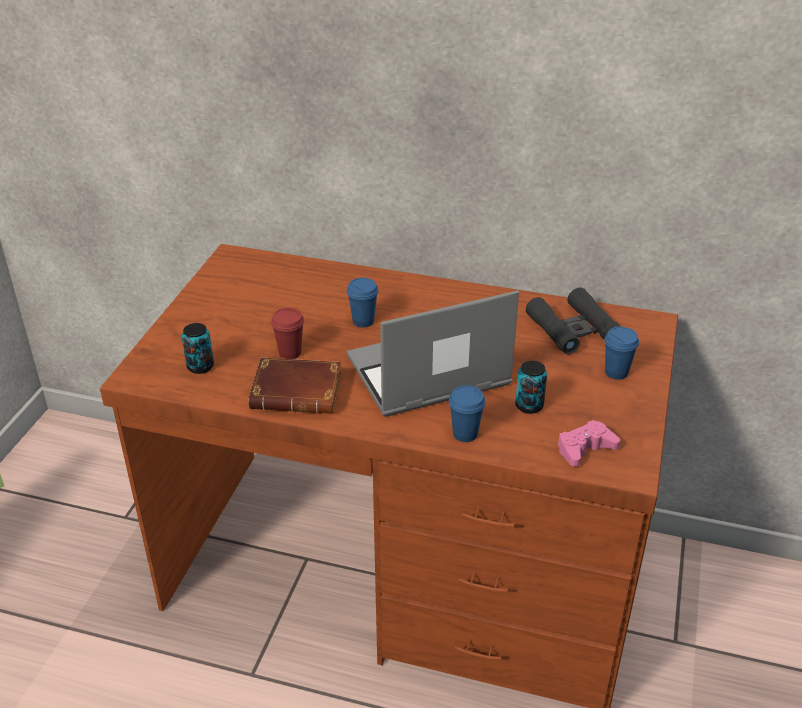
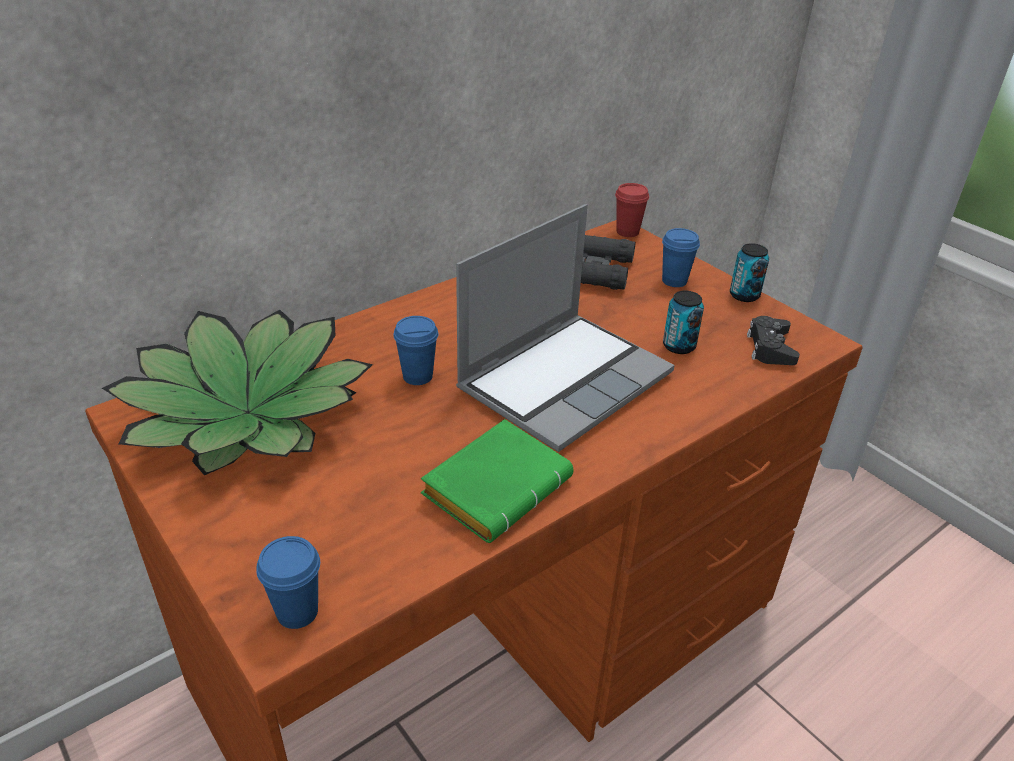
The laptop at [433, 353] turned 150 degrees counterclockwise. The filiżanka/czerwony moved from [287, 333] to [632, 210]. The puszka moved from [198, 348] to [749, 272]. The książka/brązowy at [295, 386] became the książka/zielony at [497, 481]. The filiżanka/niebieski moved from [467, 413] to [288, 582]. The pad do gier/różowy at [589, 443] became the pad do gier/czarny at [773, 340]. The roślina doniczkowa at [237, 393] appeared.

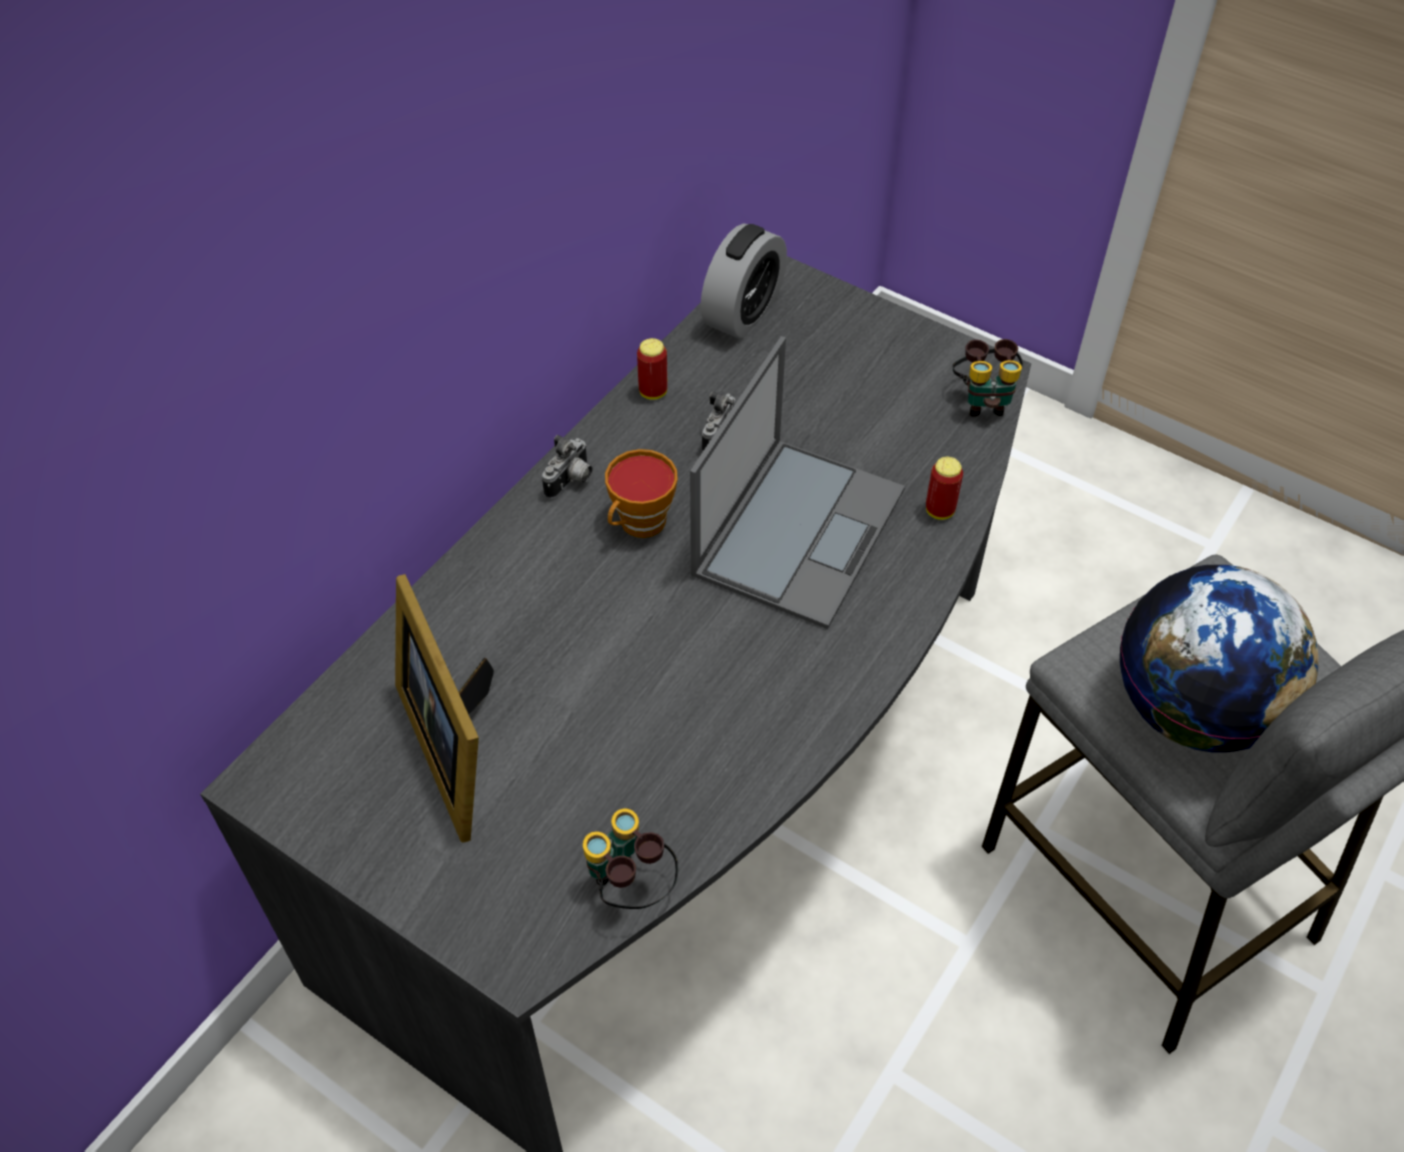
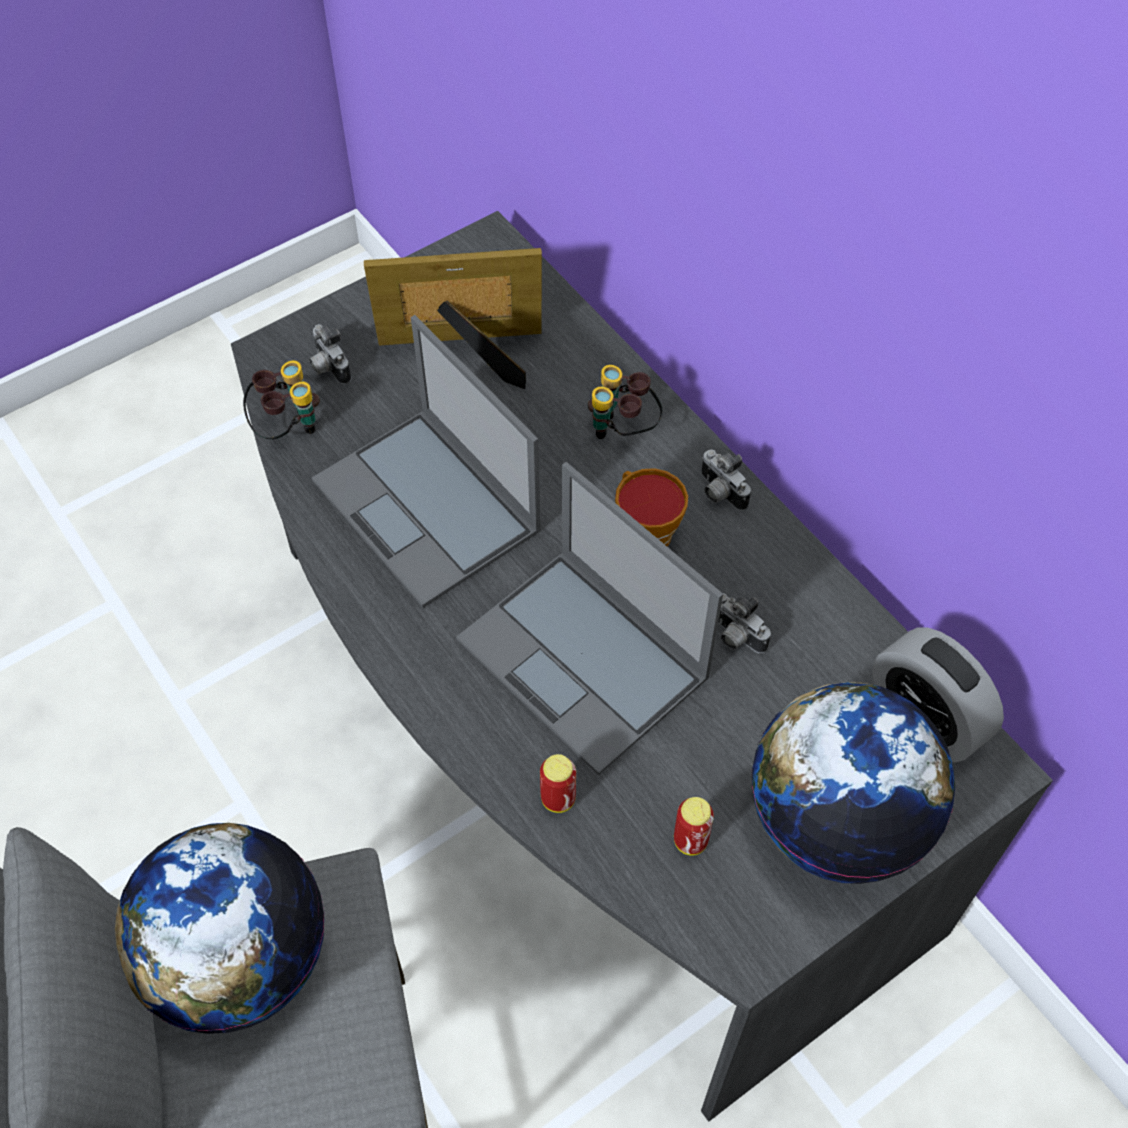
The puszka moved from [652, 369] to [694, 826]. The lornetka moved from [988, 378] to [625, 402]. The laptop at [426, 461] appeared. The aparat fotograficzny at [330, 354] appeared. The globus at [853, 783] appeared.

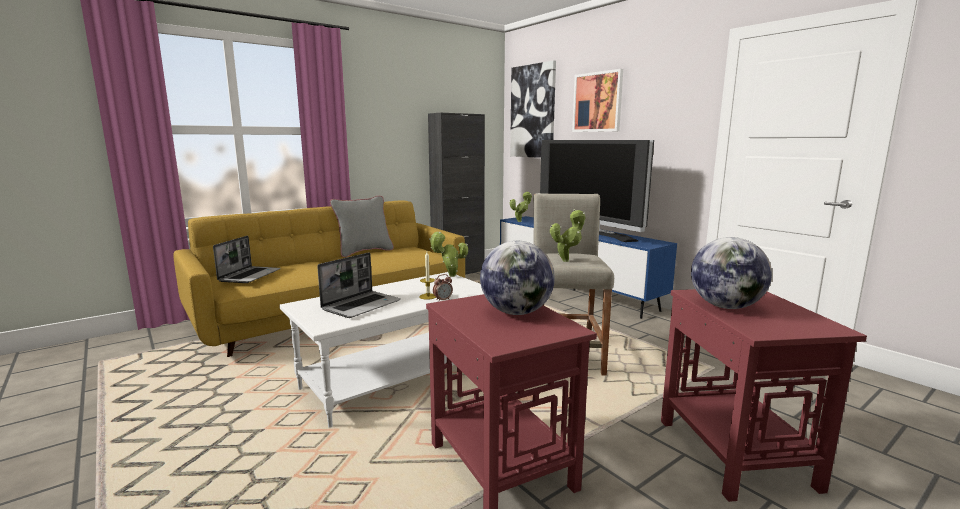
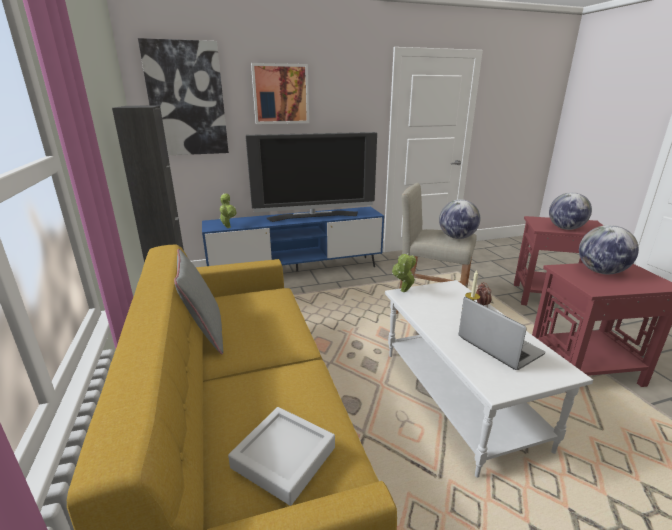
The roślina doniczkowa at [567, 235] was replaced by the globus at [459, 219]. The laptop at [247, 259] was replaced by the taca/szary at [281, 456].

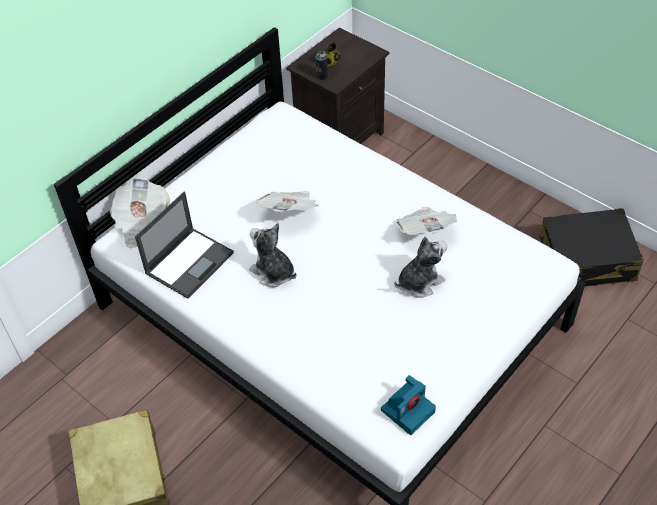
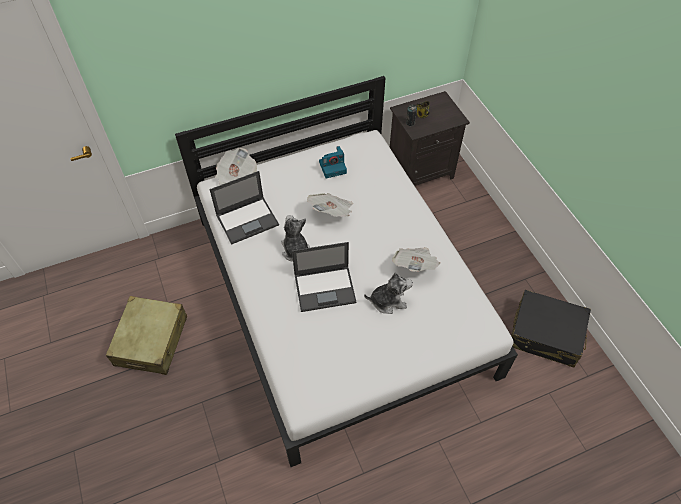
The aparat fotograficzny moved from [408, 405] to [333, 162]. The laptop at [324, 277] appeared.

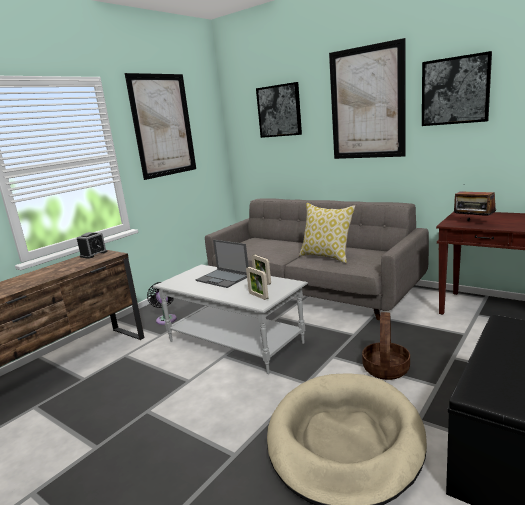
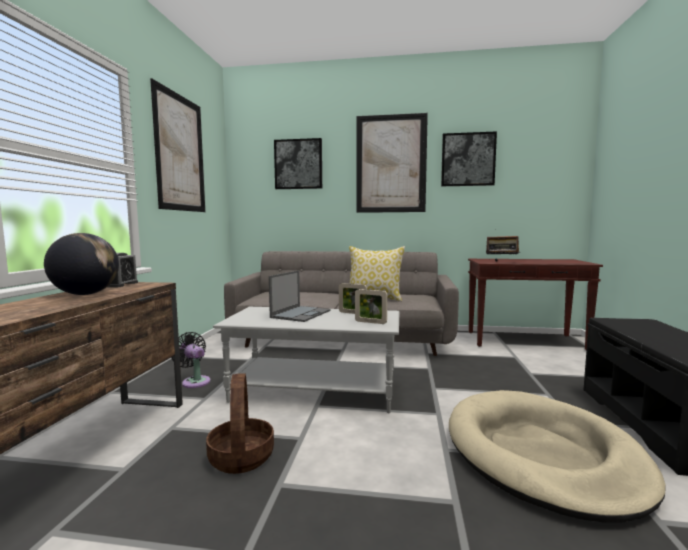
The laptop at [222, 264] turned 75 degrees counterclockwise. The koszyk moved from [386, 346] to [240, 423]. The globus at [81, 264] appeared.

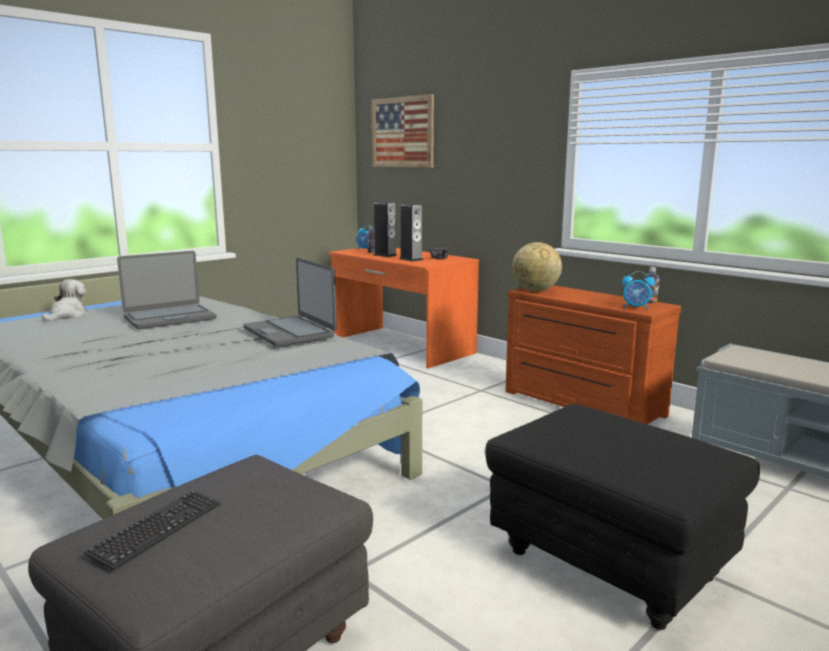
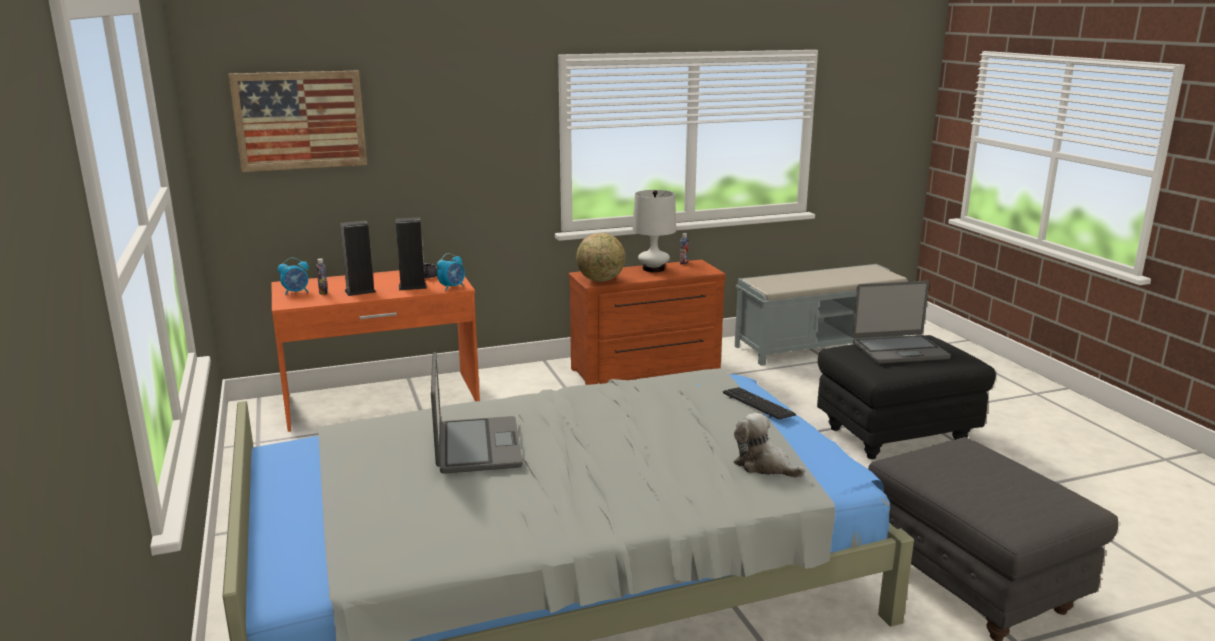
The laptop moved from [290, 302] to [901, 322]. The budzik moved from [638, 290] to [451, 272]. The pluszak moved from [64, 300] to [769, 445]. The klawiatura moved from [152, 530] to [759, 403]. The lampa stołowa/biały at [654, 231] appeared.

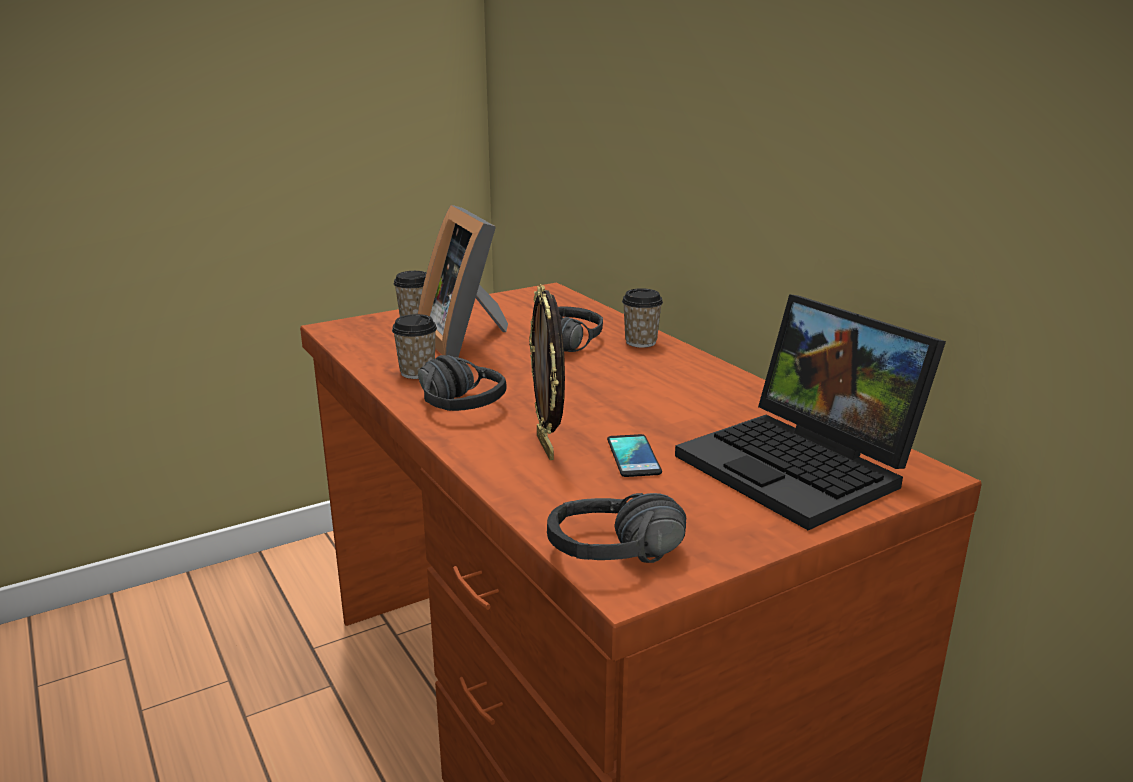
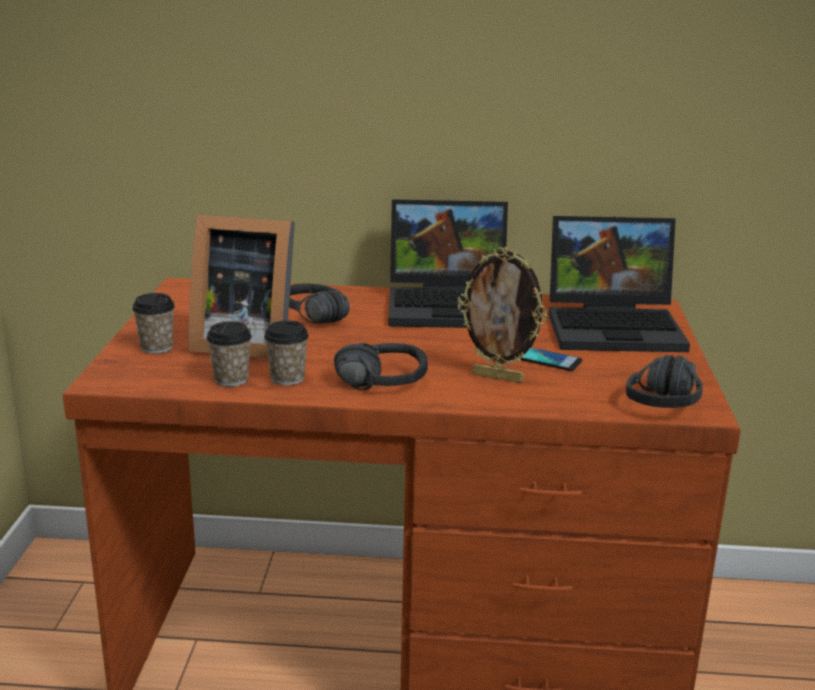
The filiżanka moved from [642, 318] to [229, 354]. The laptop at [448, 264] appeared.

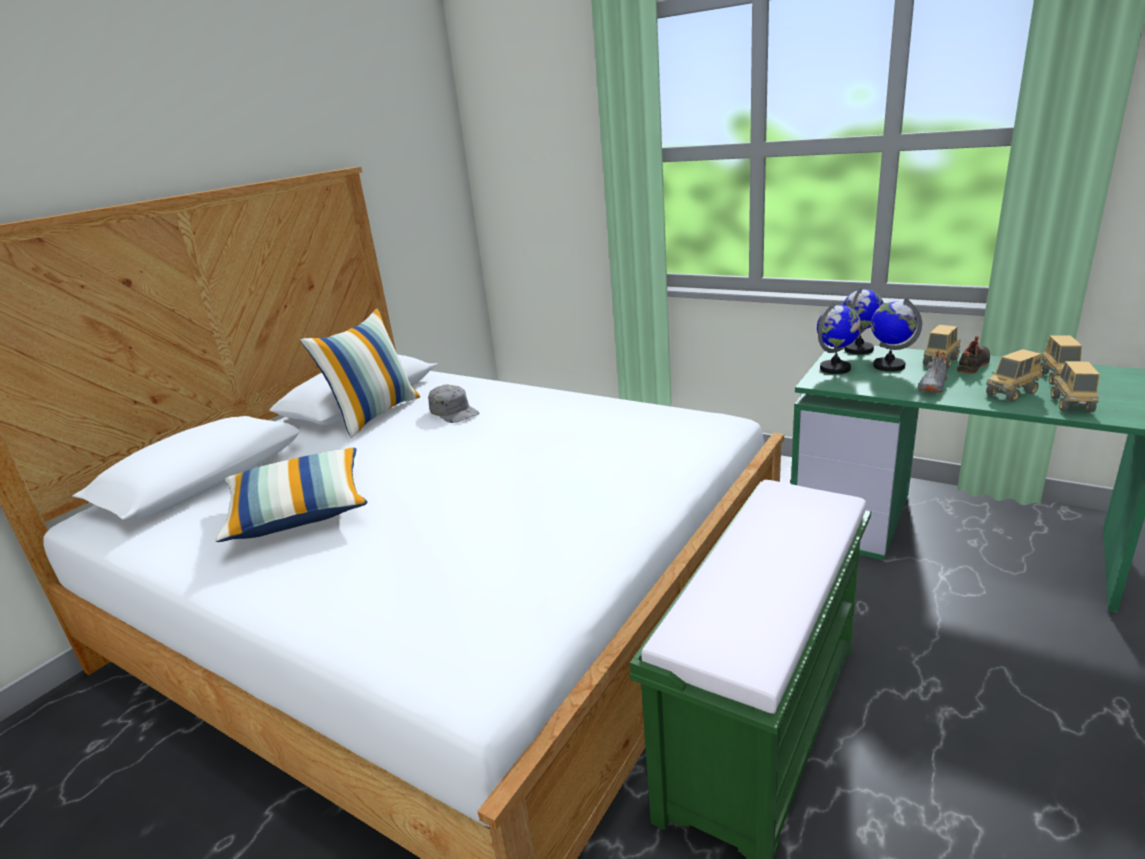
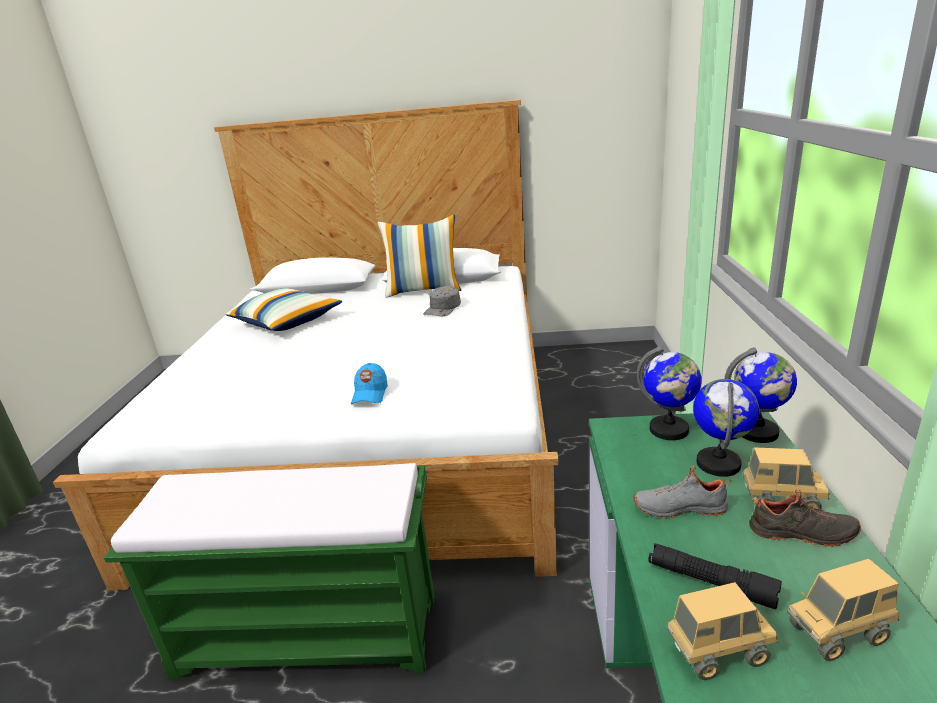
The ciężarówka zabawkowa at [1014, 375] was replaced by the latarka/czarny at [715, 576]. The czapka z daszkiem/niebieski at [369, 383] appeared.

